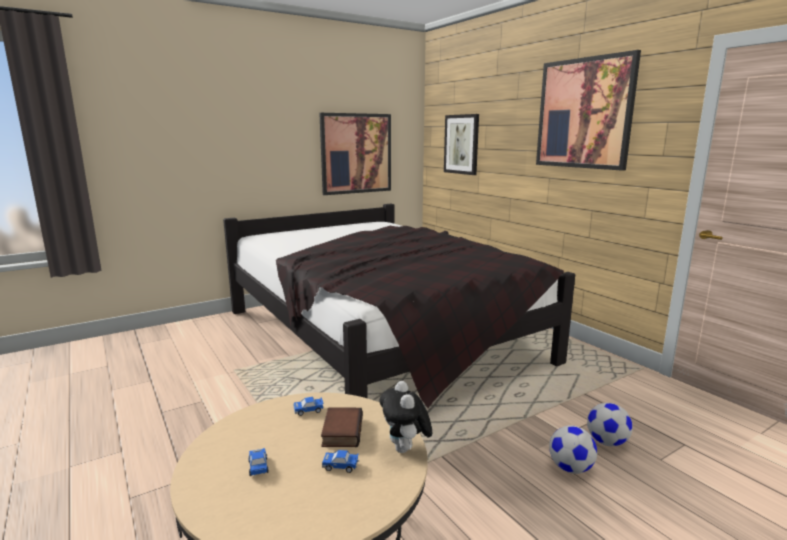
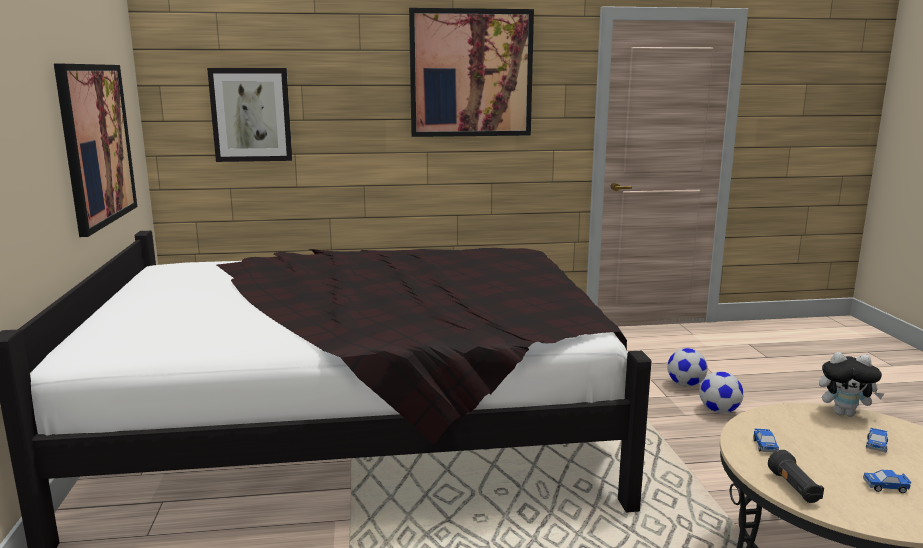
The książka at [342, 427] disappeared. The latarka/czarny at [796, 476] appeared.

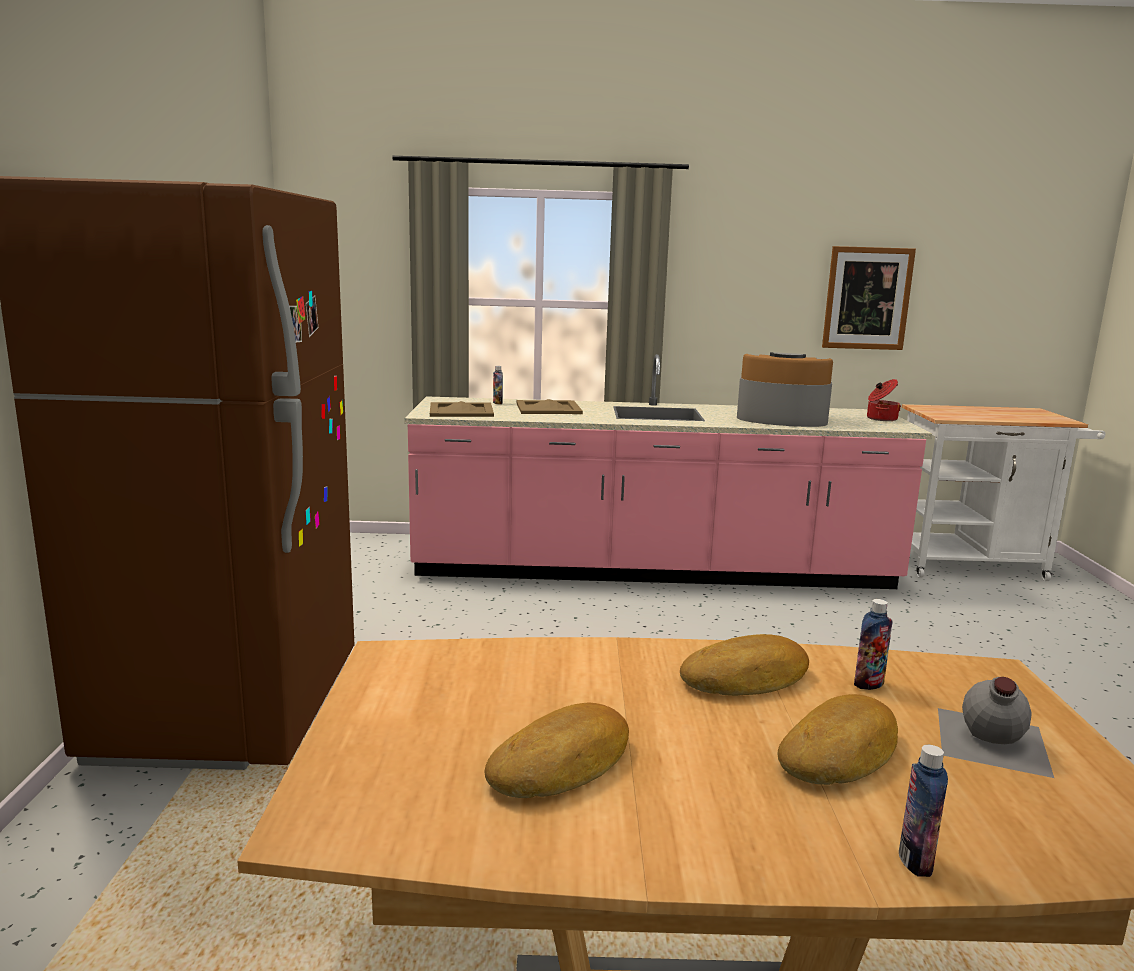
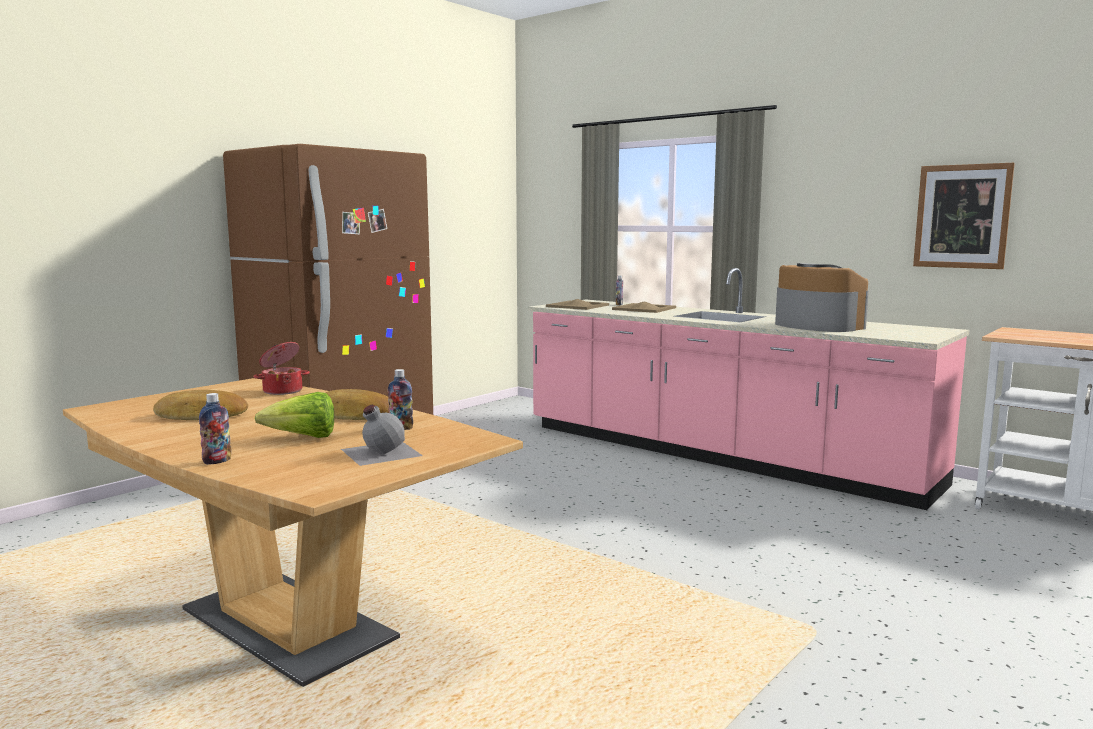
The garnek moved from [884, 400] to [281, 368]. The chleb at [838, 739] was replaced by the sałata at [294, 415].

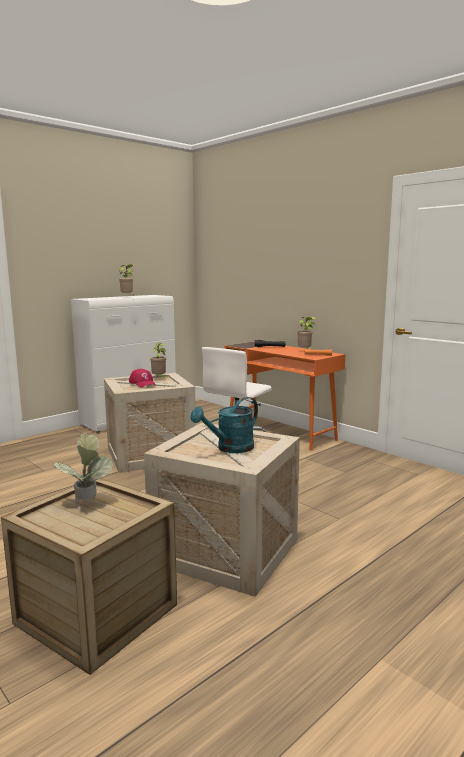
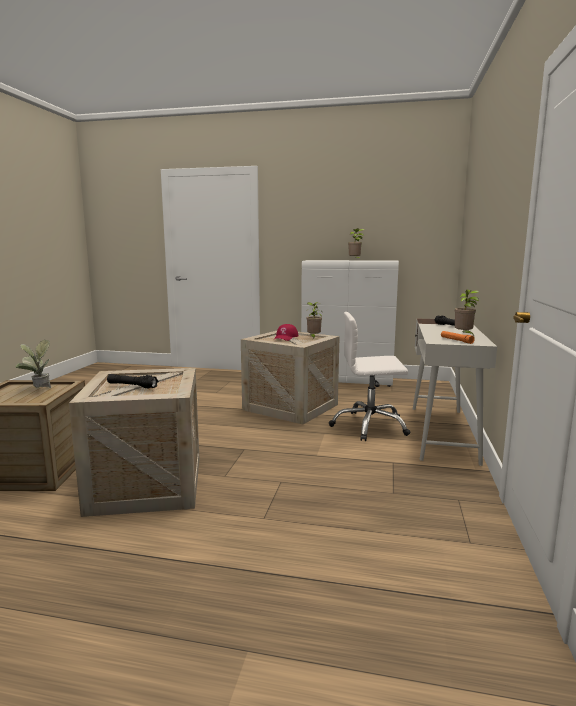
The biurko/pomarańczowy at [284, 396] became the biurko/biały at [455, 392]. The konewka/turkusowy at [224, 425] was replaced by the latarka/czarny at [132, 381].

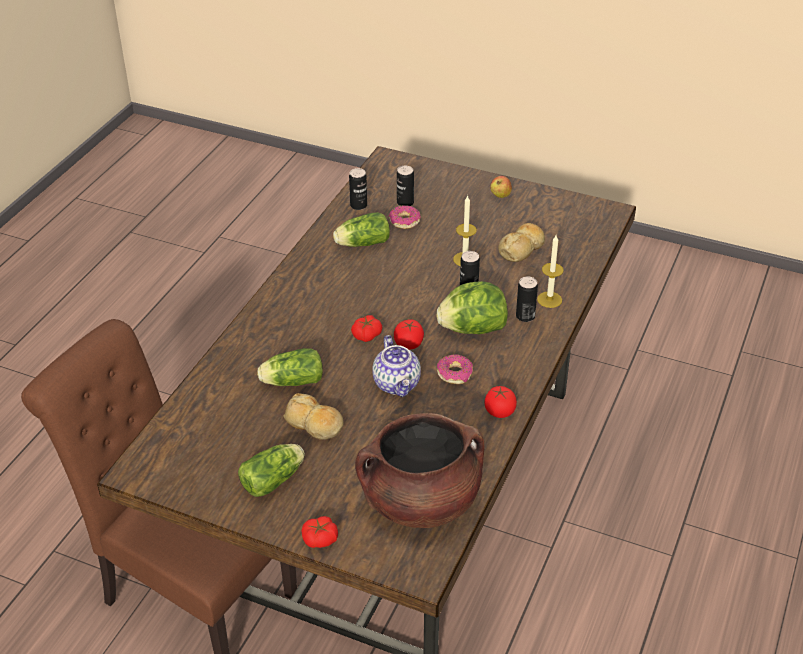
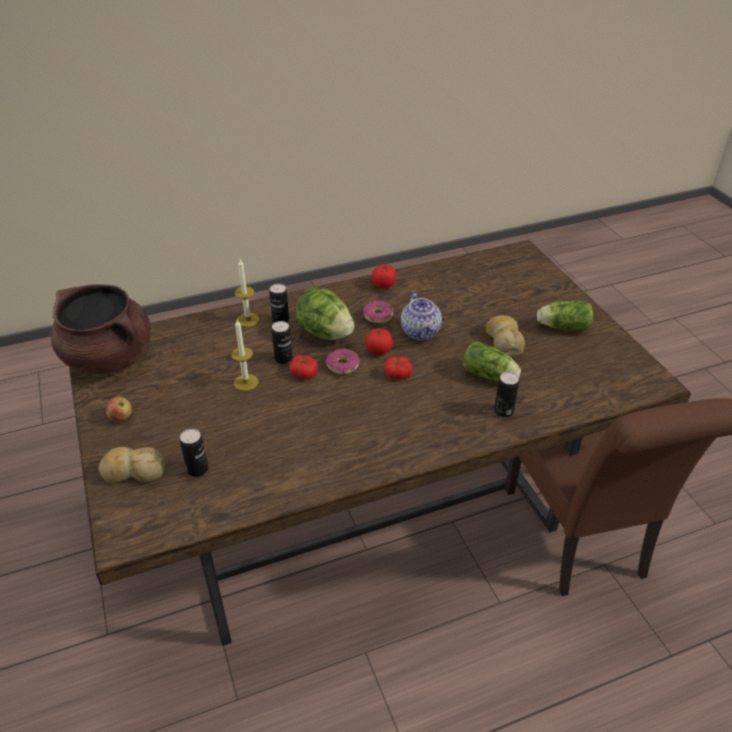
The puszka moved from [358, 189] to [506, 394]. The donut moved from [404, 217] to [343, 361]. The sałata at [361, 229] disappeared. The chleb moved from [521, 242] to [132, 465]. The imbryk at [396, 366] turned 135 degrees clockwise. The garnek/brązowy moved from [420, 470] to [101, 328]. The pomidor moved from [319, 532] to [303, 367].

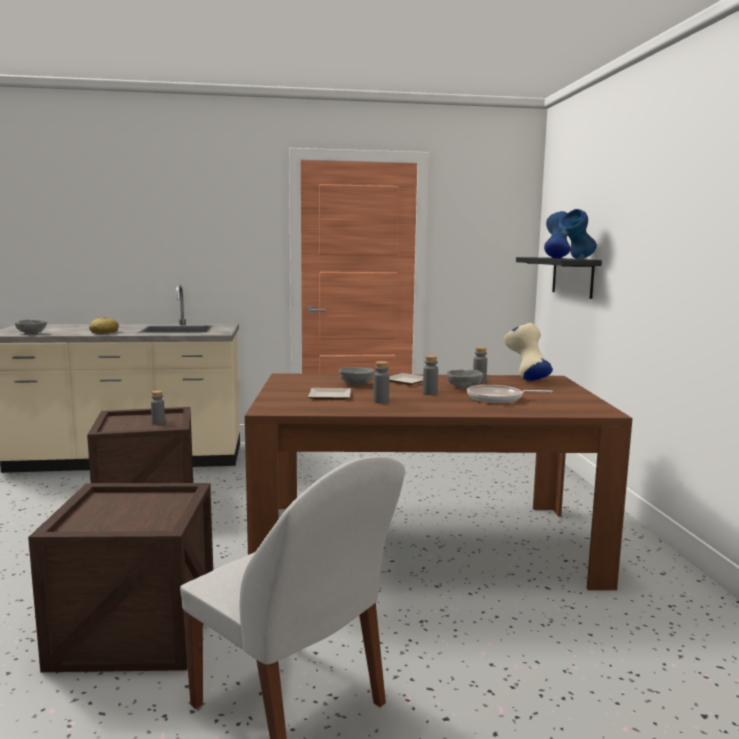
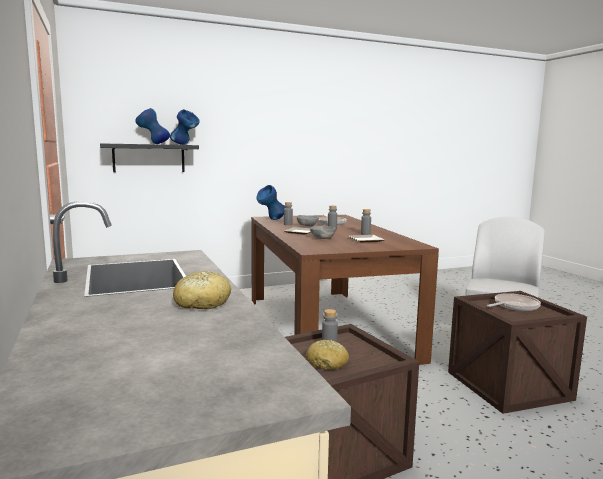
The miska/szary at [31, 327] disappeared. The wazon/beżowy at [528, 352] became the wazon/niebieski at [270, 202]. The patelnia at [514, 302] appeared. The chleb at [327, 355] appeared.

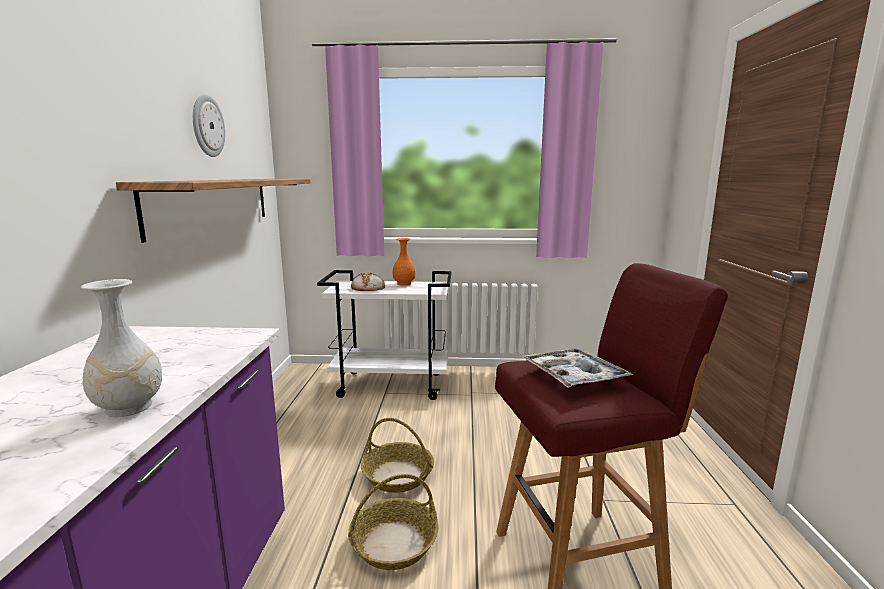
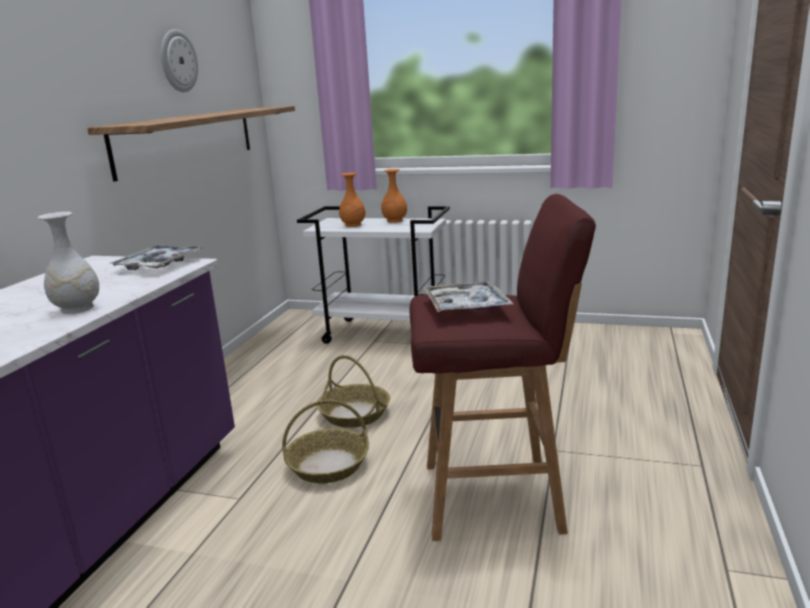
The chleb at [368, 281] was replaced by the wazon/pomarańczowy at [352, 200]. The taca at [156, 257] appeared.

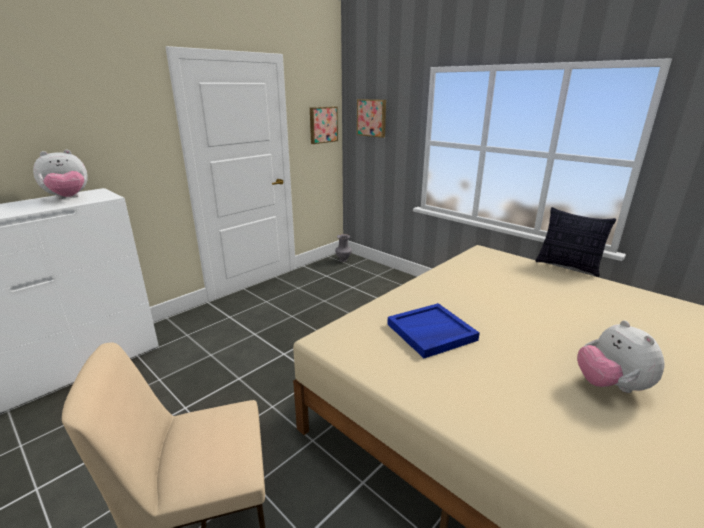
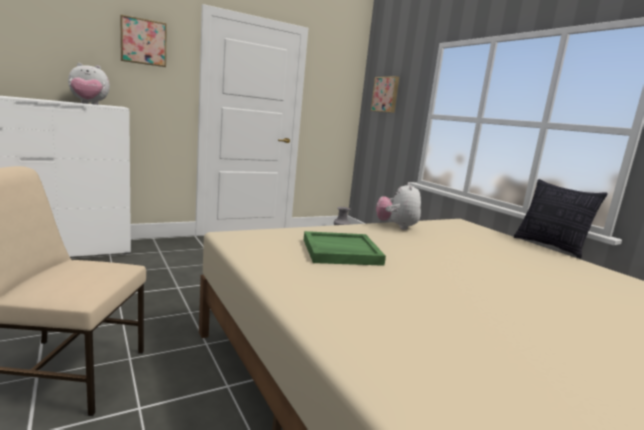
The obraz moved from [324, 125] to [143, 41]. The taca/niebieski at [433, 330] became the taca/zielony at [345, 248]. The pluszak moved from [621, 356] to [398, 206].

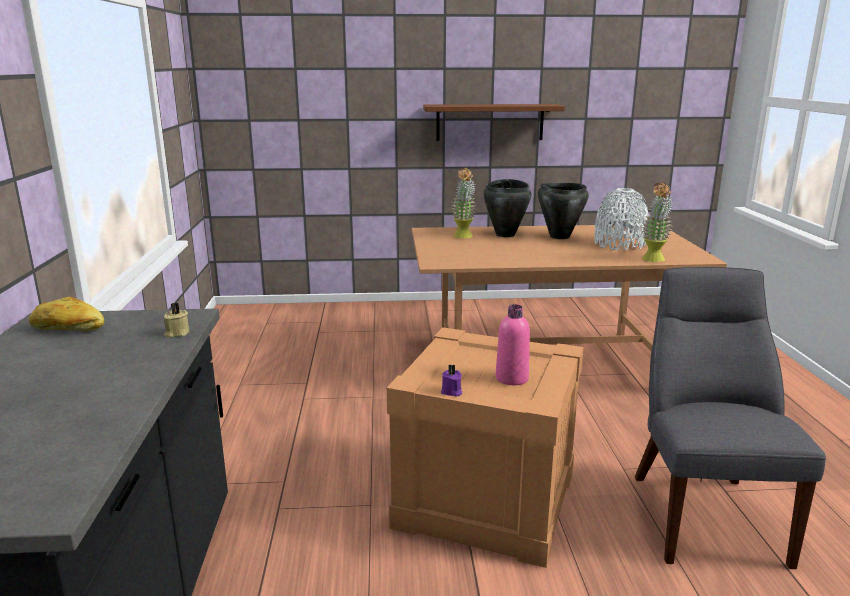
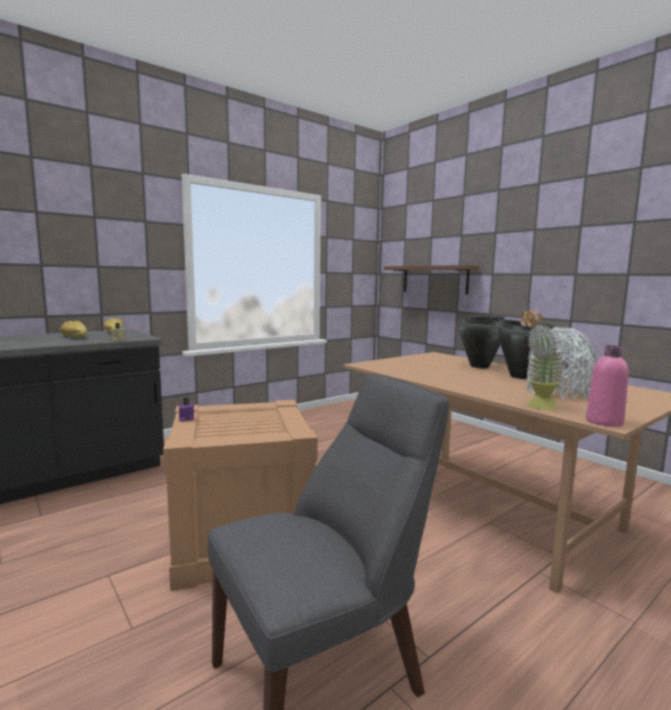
The półka/brązowy moved from [494, 122] to [431, 280]. The roślina doniczkowa at [463, 203] disappeared. The butelka/różowy moved from [513, 344] to [607, 386]. The chleb at [73, 329] appeared.

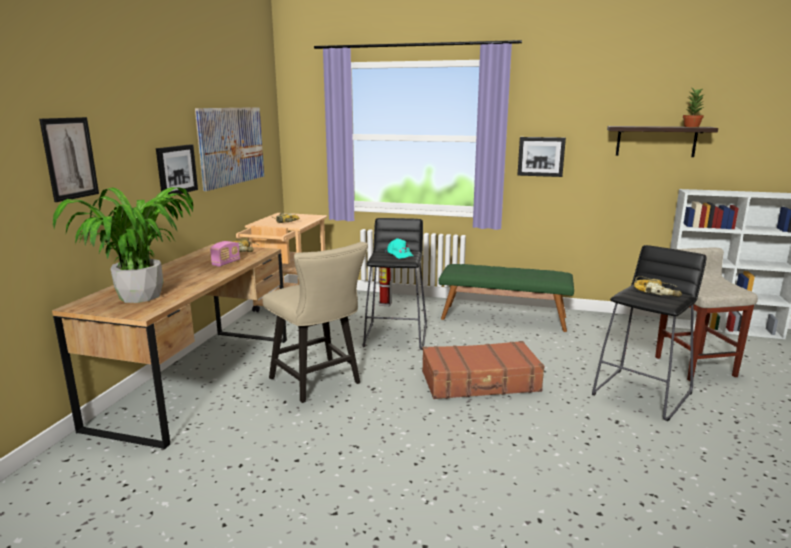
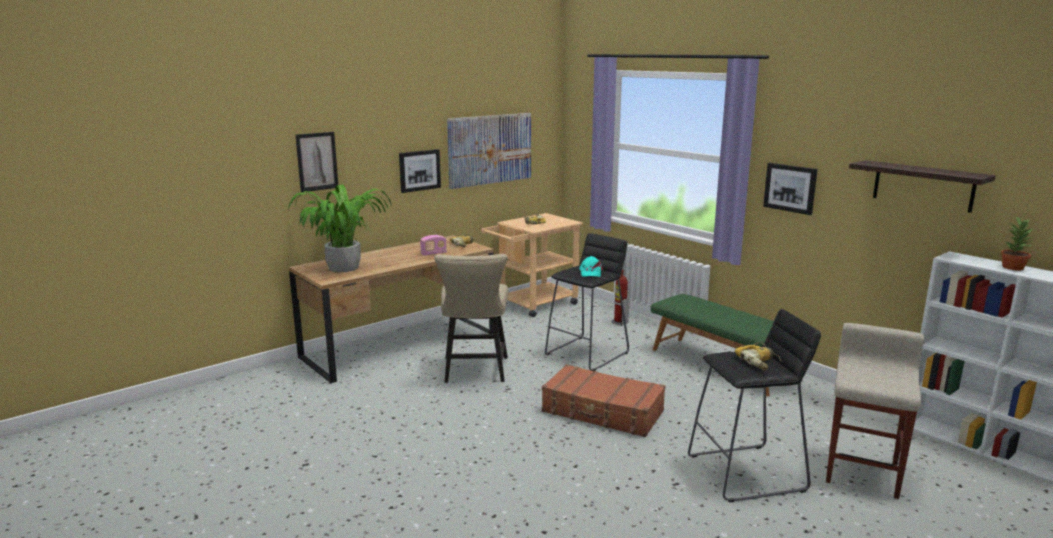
The roślina doniczkowa moved from [694, 107] to [1016, 244].

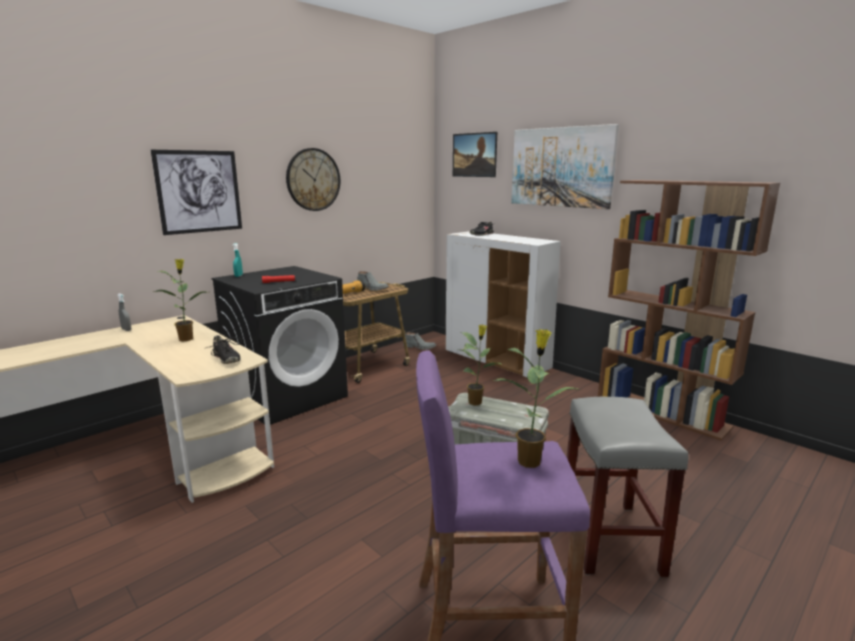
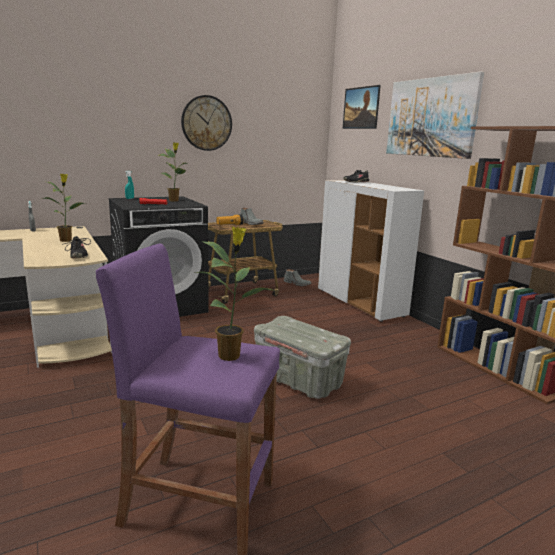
The obraz at [196, 192] disappeared. The roślina doniczkowa moved from [481, 365] to [172, 172]. The stołek/szary at [627, 487] disappeared.

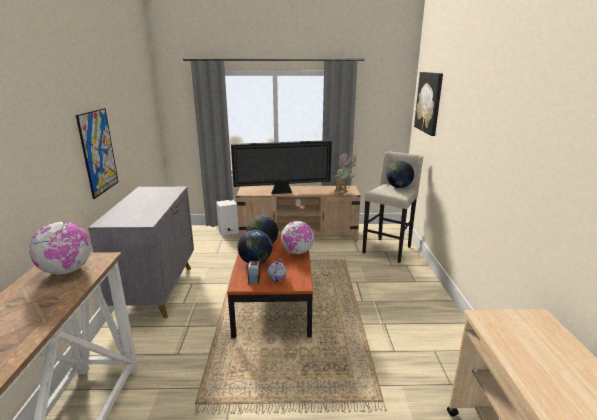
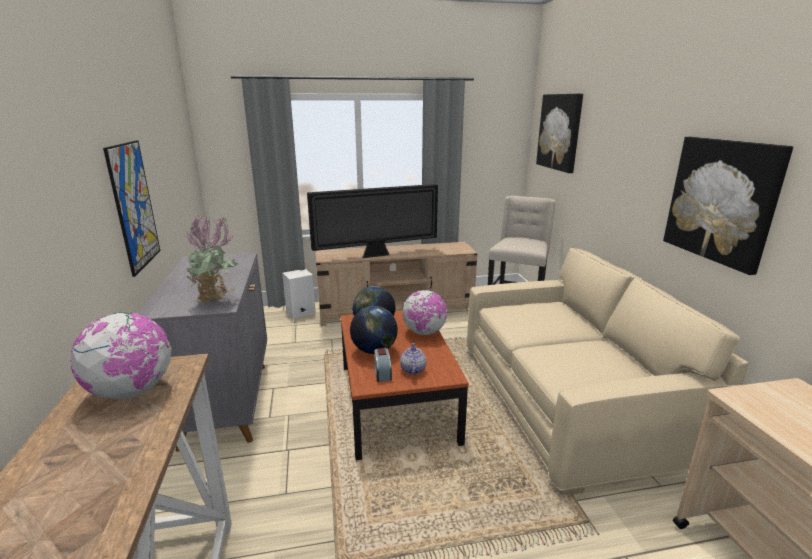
The roślina doniczkowa moved from [345, 173] to [211, 259]. The globus at [400, 174] disappeared. The obraz at [728, 206] appeared. The kanapa/beżowy at [608, 371] appeared.

